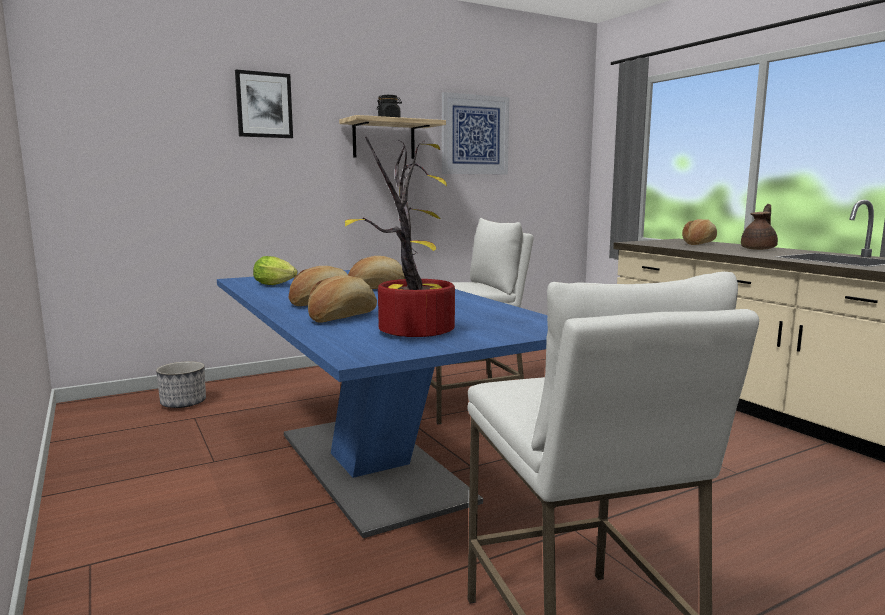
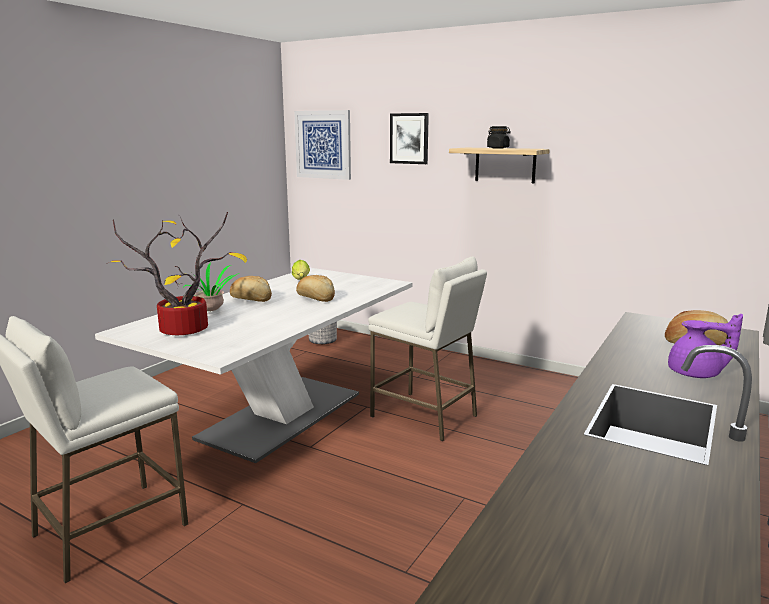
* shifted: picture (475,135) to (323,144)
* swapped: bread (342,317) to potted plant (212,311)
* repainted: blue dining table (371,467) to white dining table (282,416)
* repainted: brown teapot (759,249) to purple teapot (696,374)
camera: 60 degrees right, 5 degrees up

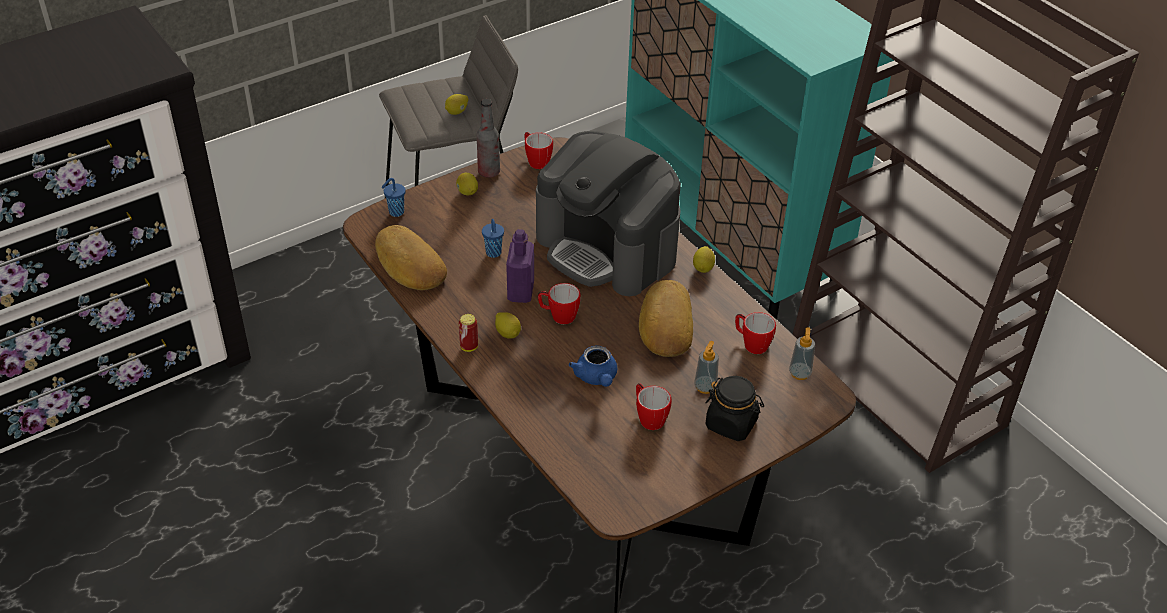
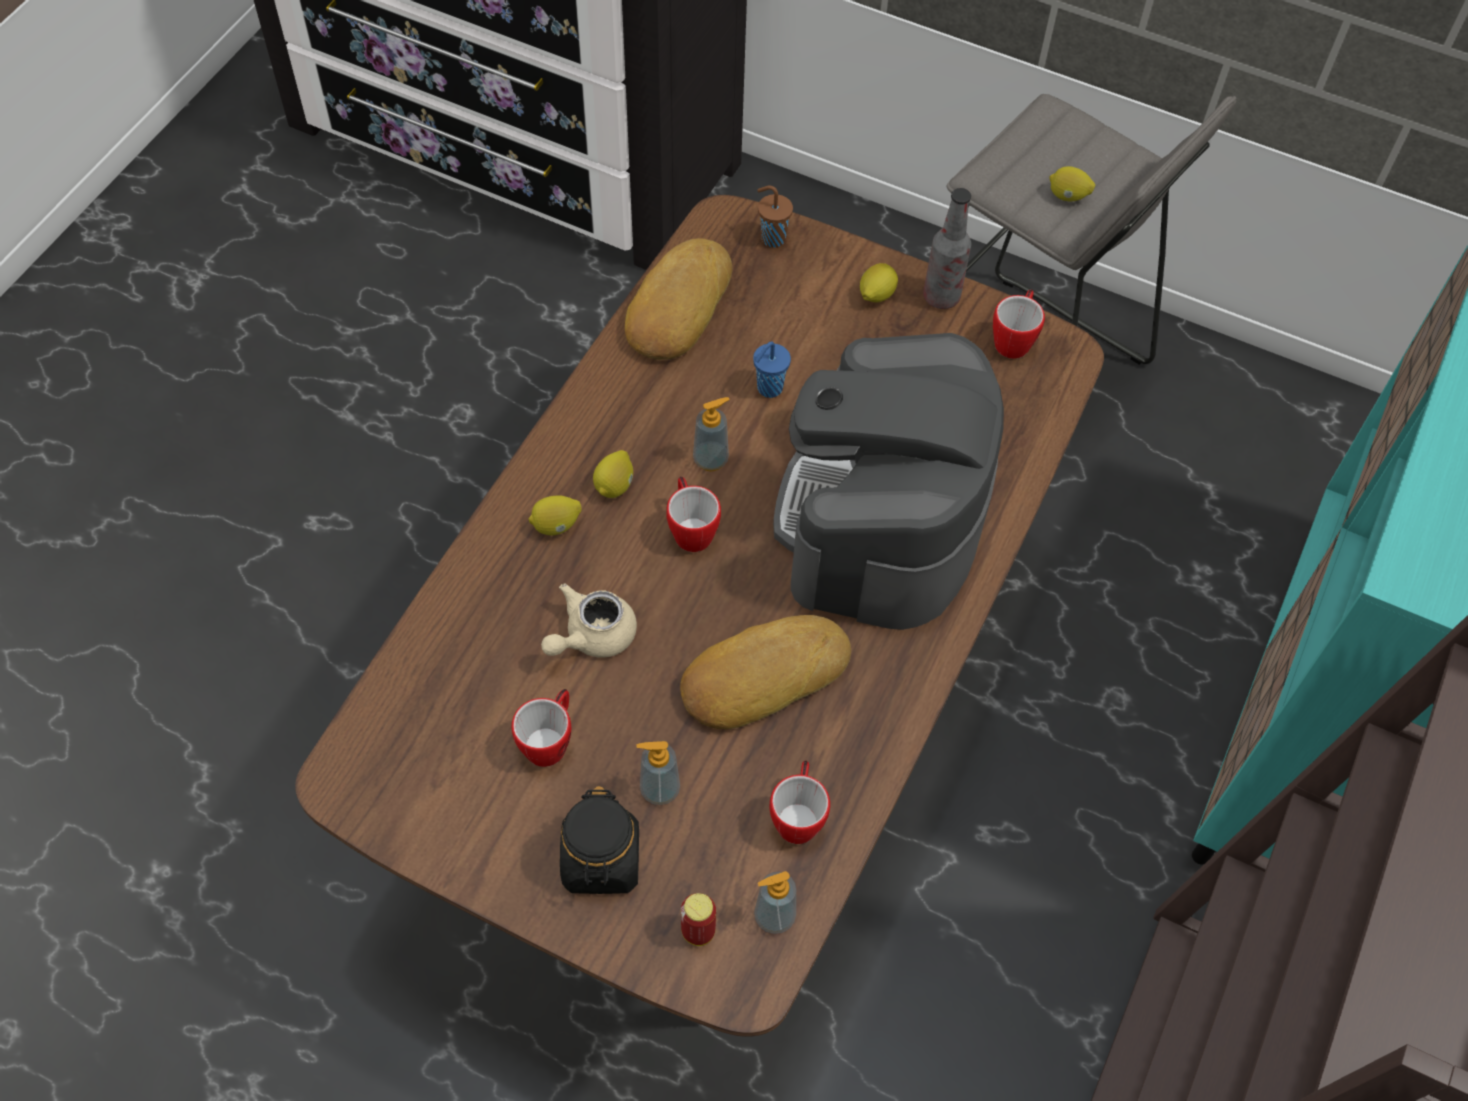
* shifted: can (469,347) to (698,931)
* shifted: lemon (703,268) to (556,525)
* swapped: purple bottle (520,291) to soap dispenser (711,459)
* repainted: blue cup (395,212) to brown cup (771,238)
* repainted: blue teapot (596,378) to beige teapot (591,636)
camera: 60 degrees right, 15 degrees up

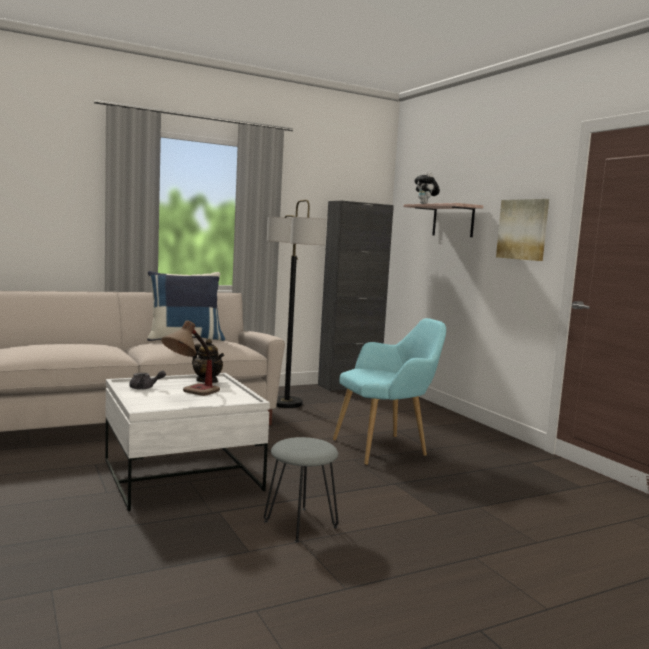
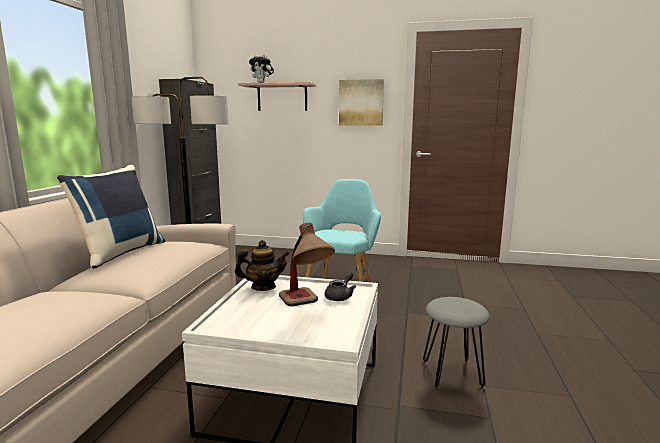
* shifted: grey teapot (145,388) to (340,296)
camera: 50 degrees left, 5 degrees up

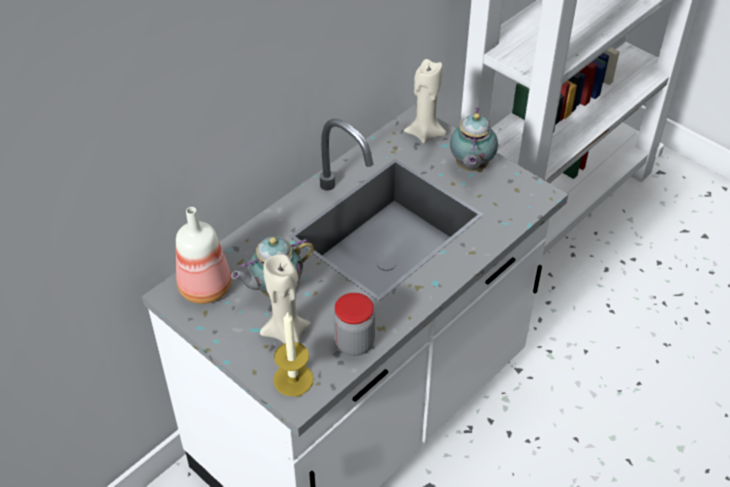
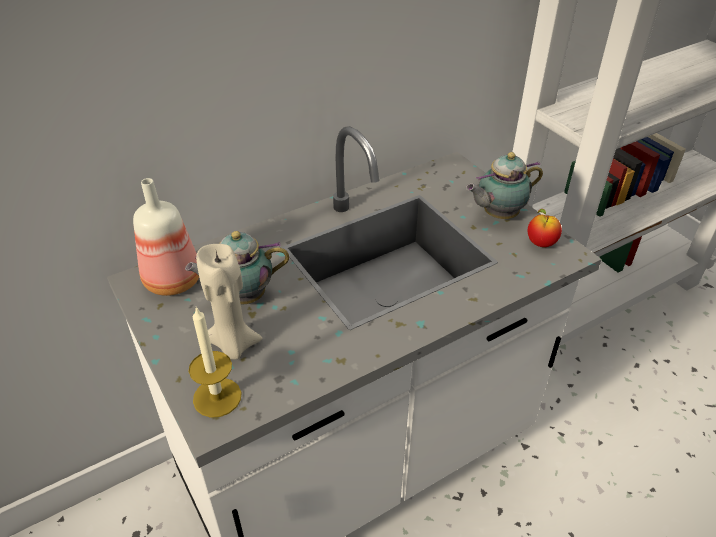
* gone: jar (354,343)
* gone: beige candle (425,133)
* new: apple (541,243)
* rotated: teapot (470,167) = (497,215) 45 degrees clockwise
camera: 15 degrees right, 5 degrees down

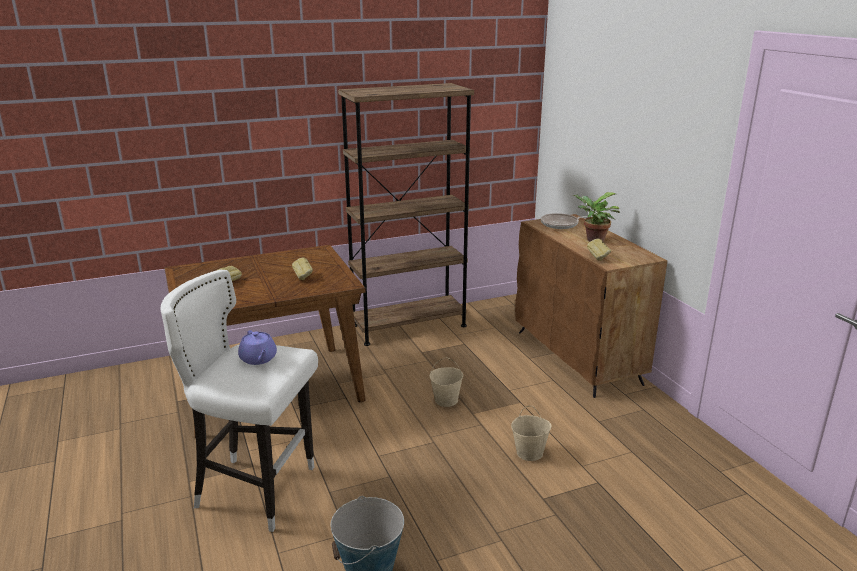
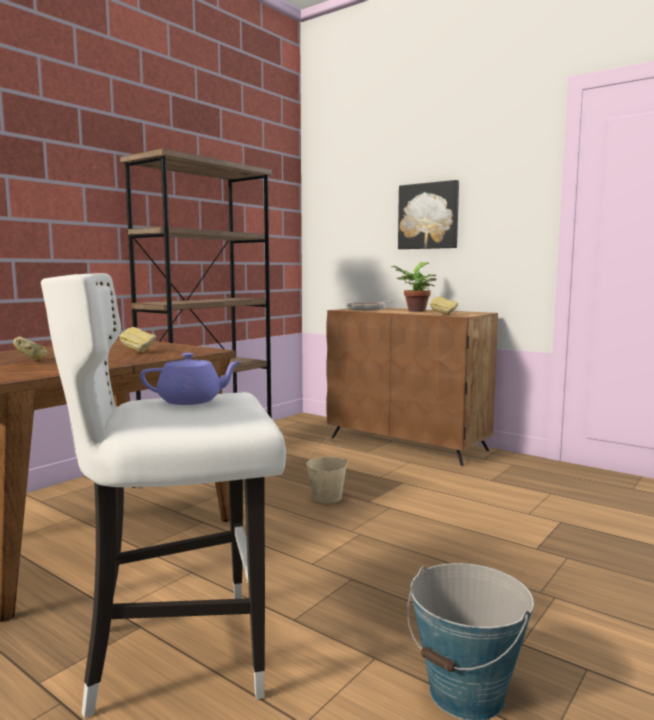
* gone: beige bucket (529,453)
* new: picture (429,216)
* rotated: purple teapot (258,359) = (191,401) 45 degrees counterclockwise
camera: 30 degrees left, 15 degrees down

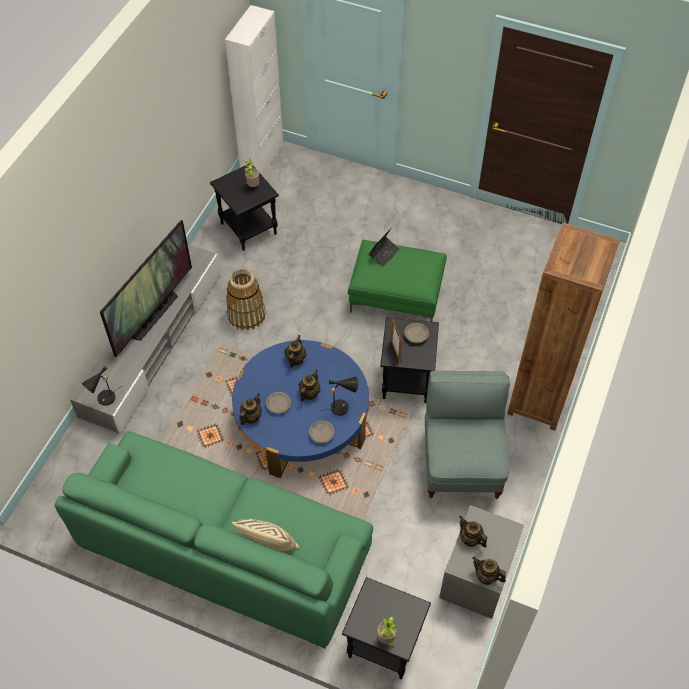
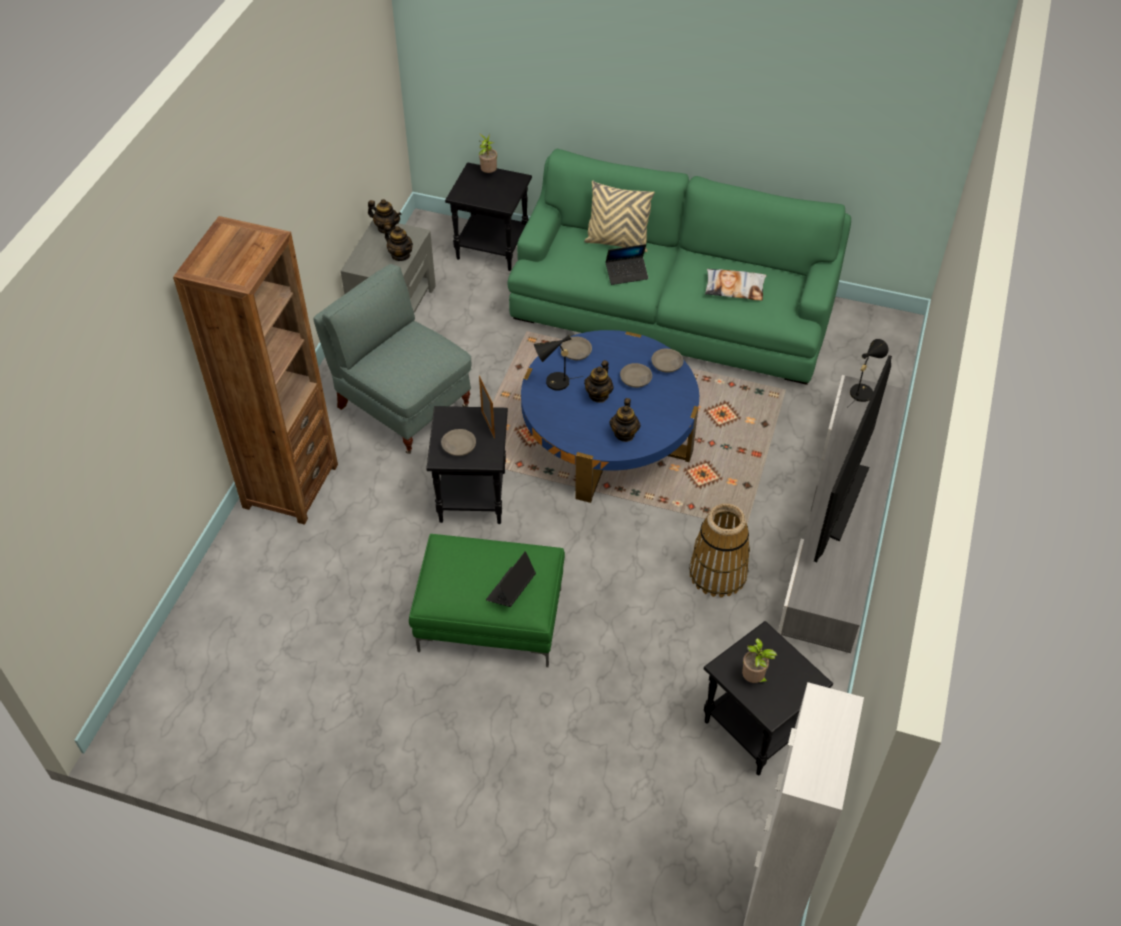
* new: laptop (626,274)
* new: pillow (734,288)
* swapped: teapot (251,417) to grey bowl (667,365)
* rotated: grey armchair (461,462) = (403,406) 135 degrees clockwise
camera: 175 degrees right, 5 degrees down

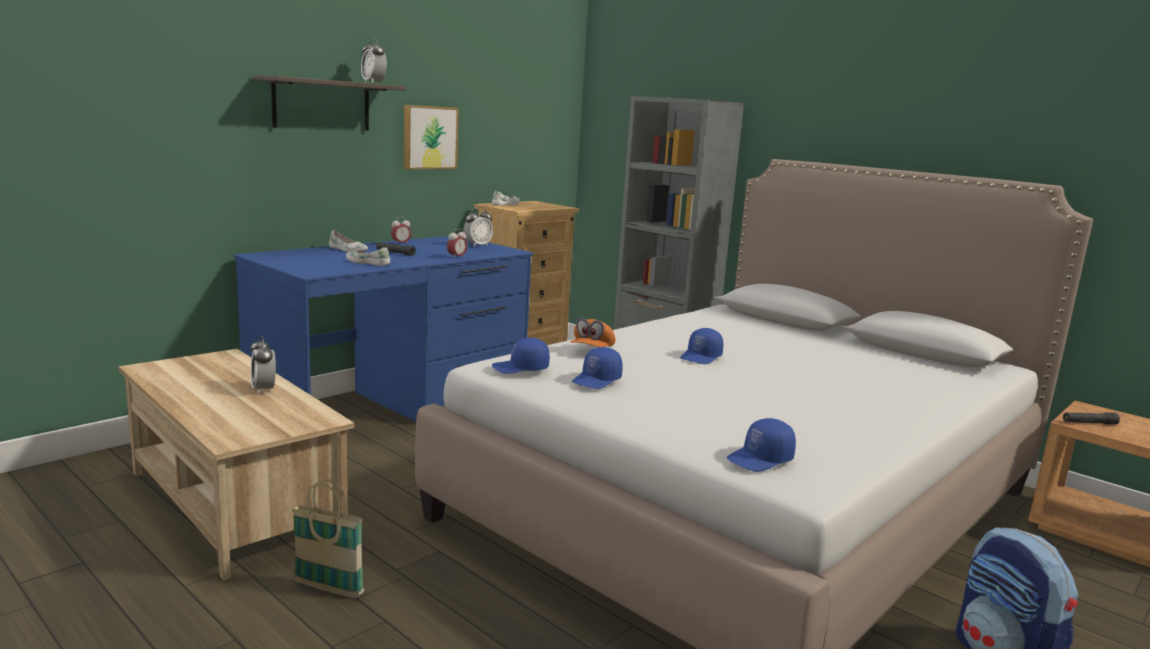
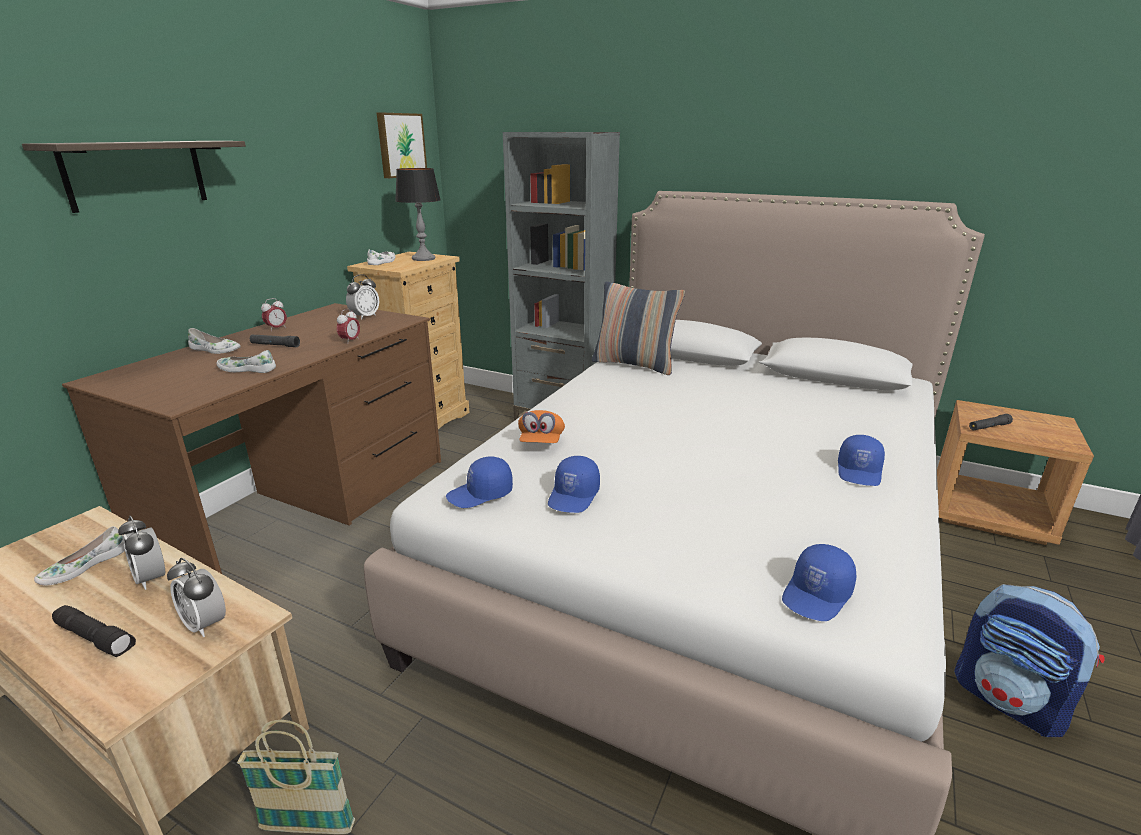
* new: white shoe (84,566)
* new: black flashlight (97,638)
* new: table lamp (423,258)
* new: pillow (634,364)
* shifted: alarm clock (373,83) to (205,624)
* shifted: picture (429,137) to (400,145)
* shifted: blue cap (701,357) to (860,472)
* repainted: blue desk (394,407) to brown desk (307,506)
camera: 15 degrees left, 10 degrees up

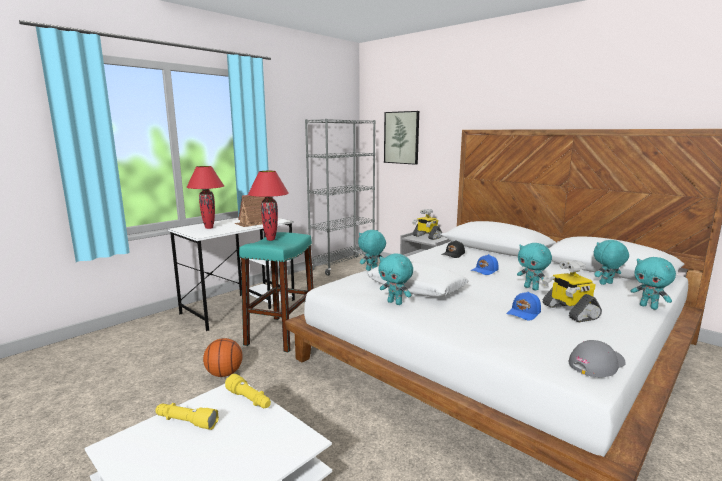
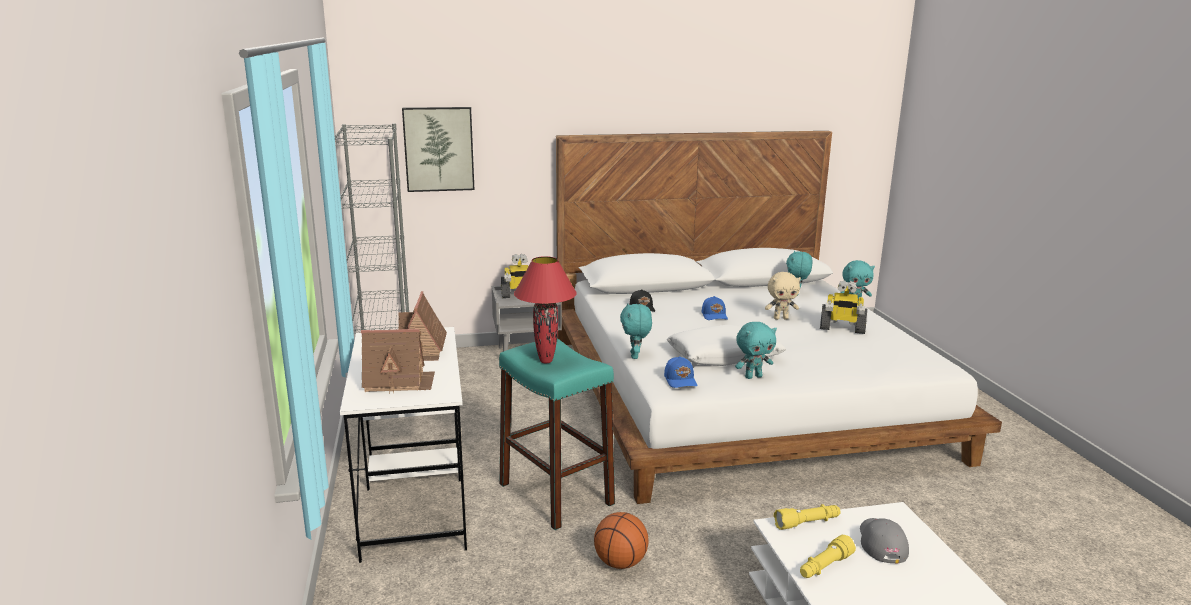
* shifted: blue cap (524,313) to (681,380)
* shifted: grey cap (596,364) to (881,543)
* swapped: red table lamp (209,228) to toy house (398,382)
* repainted: turquoise plush toy (531,288) to beige plush toy (781,318)
camera: 55 degrees left, 5 degrees up

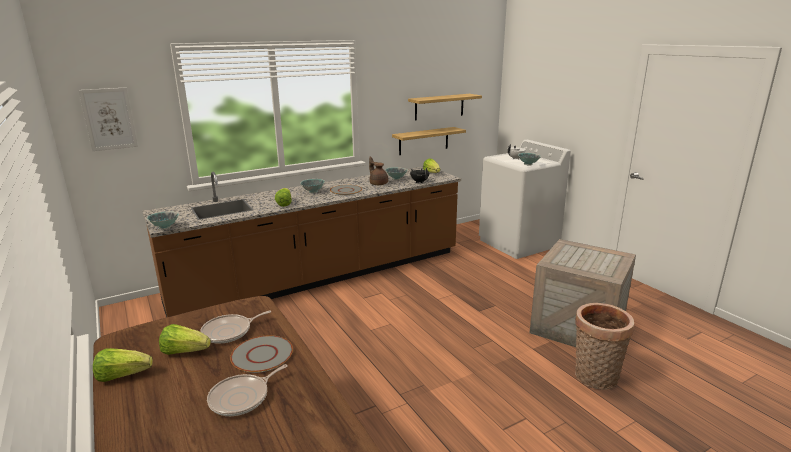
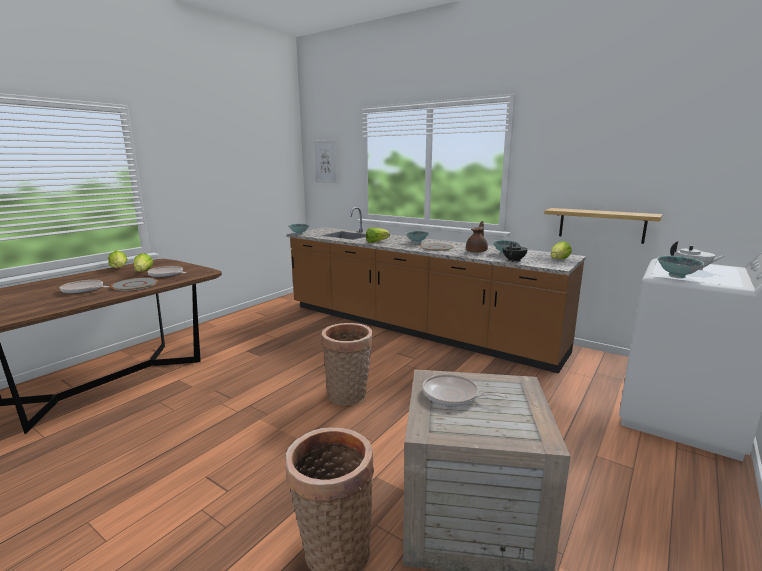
* gone: shelf (439,107)
* new: basket (349,396)
* new: frying pan (453,395)
camera: 65 degrees right, 5 degrees down

